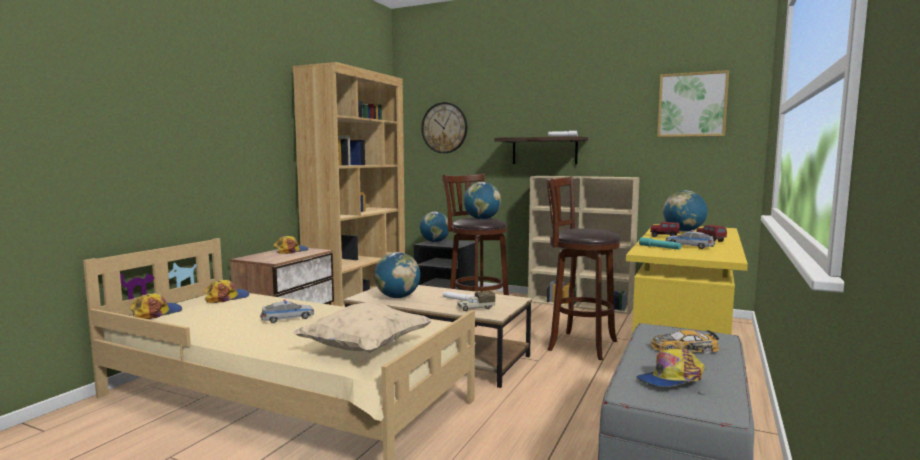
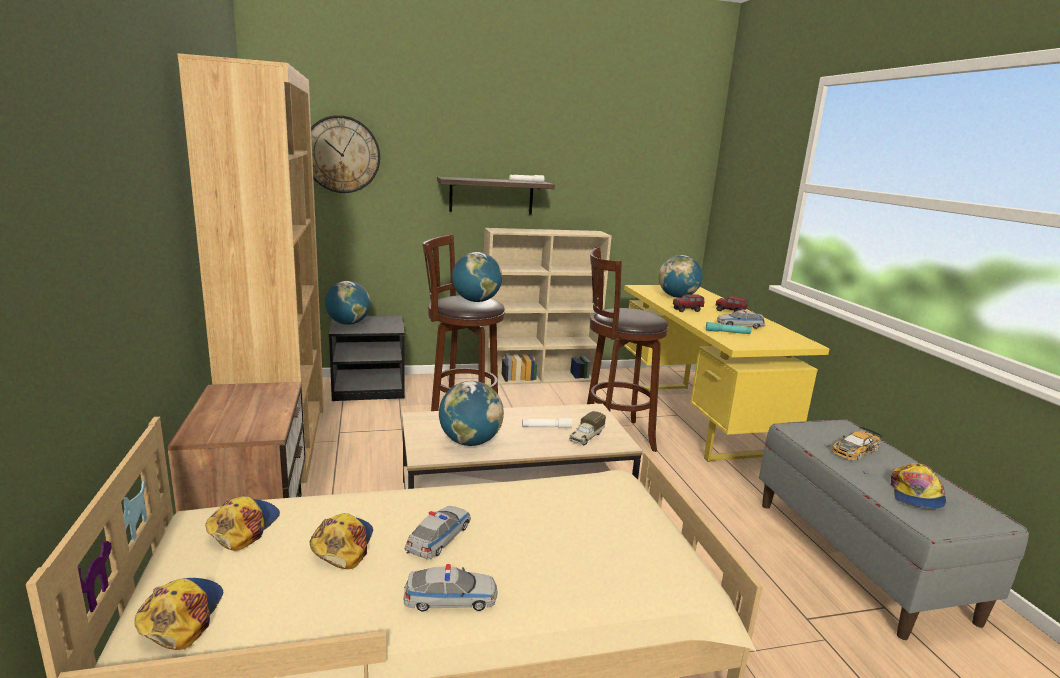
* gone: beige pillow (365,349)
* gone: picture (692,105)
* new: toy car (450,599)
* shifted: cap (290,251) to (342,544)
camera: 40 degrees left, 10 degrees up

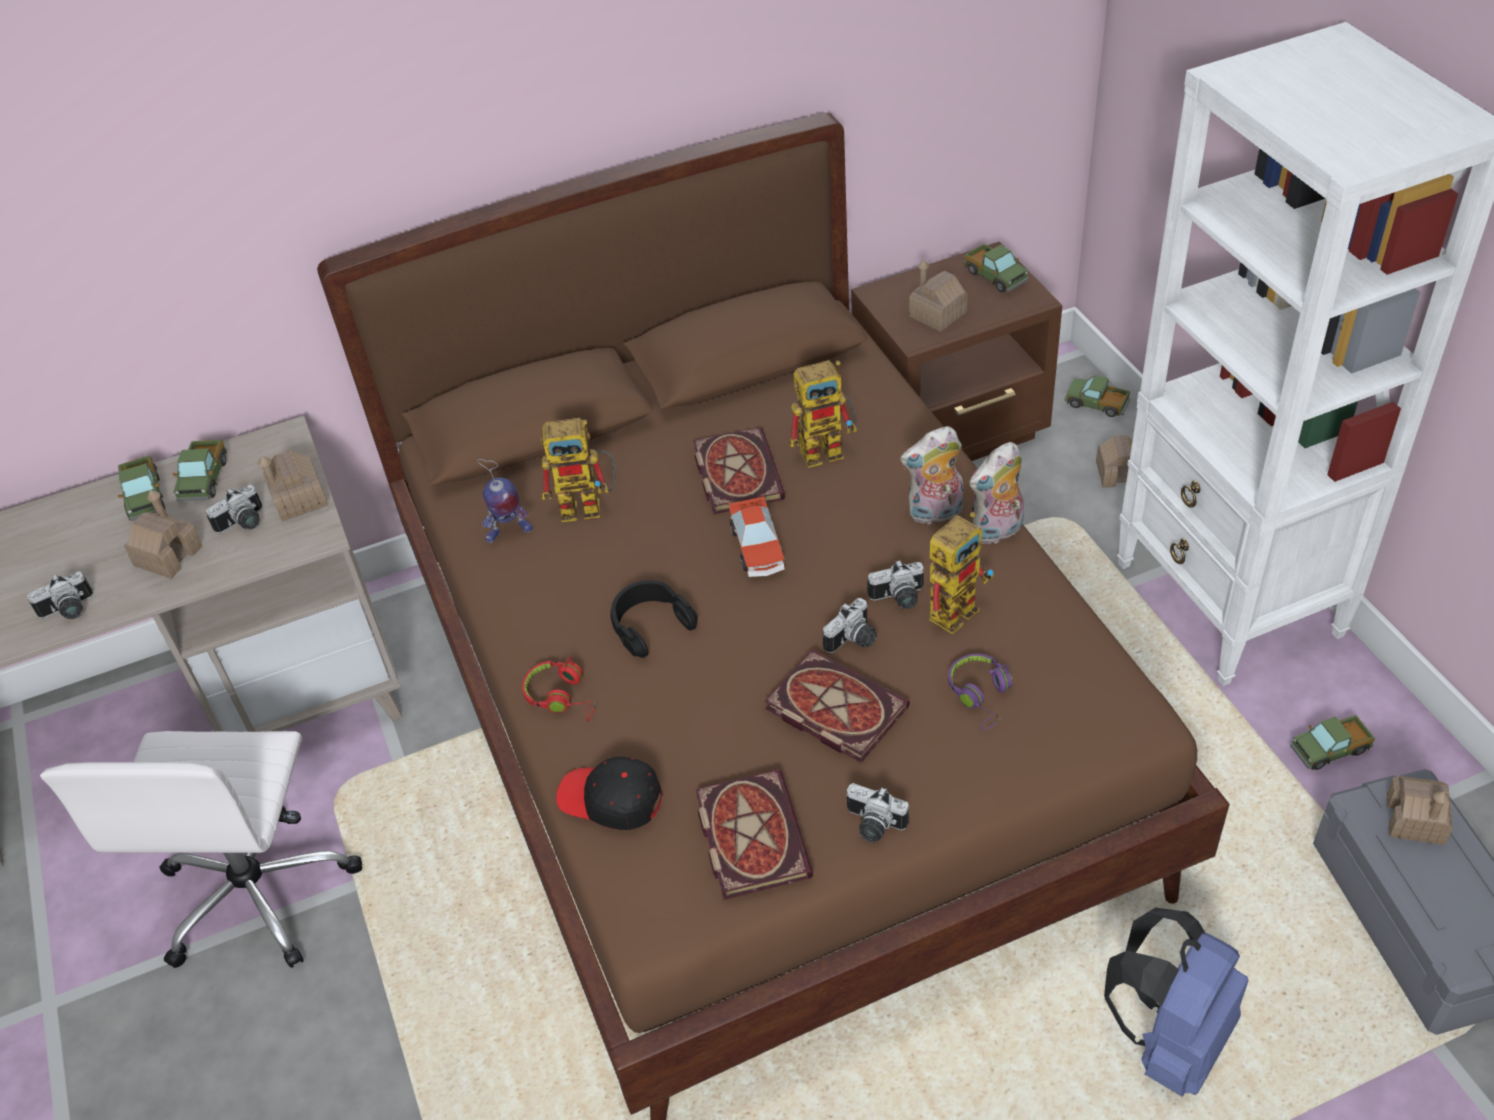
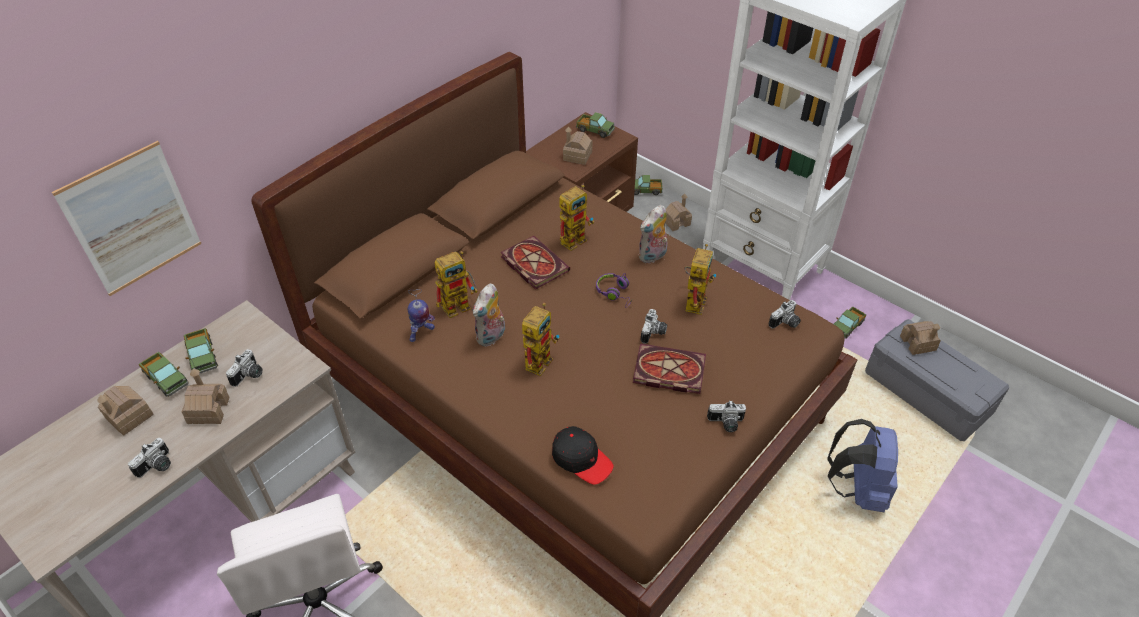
* gone: red headphones (562,697)
* gone: book (749,834)
* gone: toy car (757,548)
* new: picture (132,219)
* shifted: toy house (299,499) to (129,416)
* shifted: photo camera (899,599) to (785,323)
* shifted: purple headphones (981,696) to (615,293)
* shifted: plush toy (997,532) to (491,337)
* swapped: black headphones (650,624) to toy robot (539,358)
* rotated: black cap (611,799) = (581,459) 135 degrees counterclockwise
camera: 30 degrees left, 0 degrees up

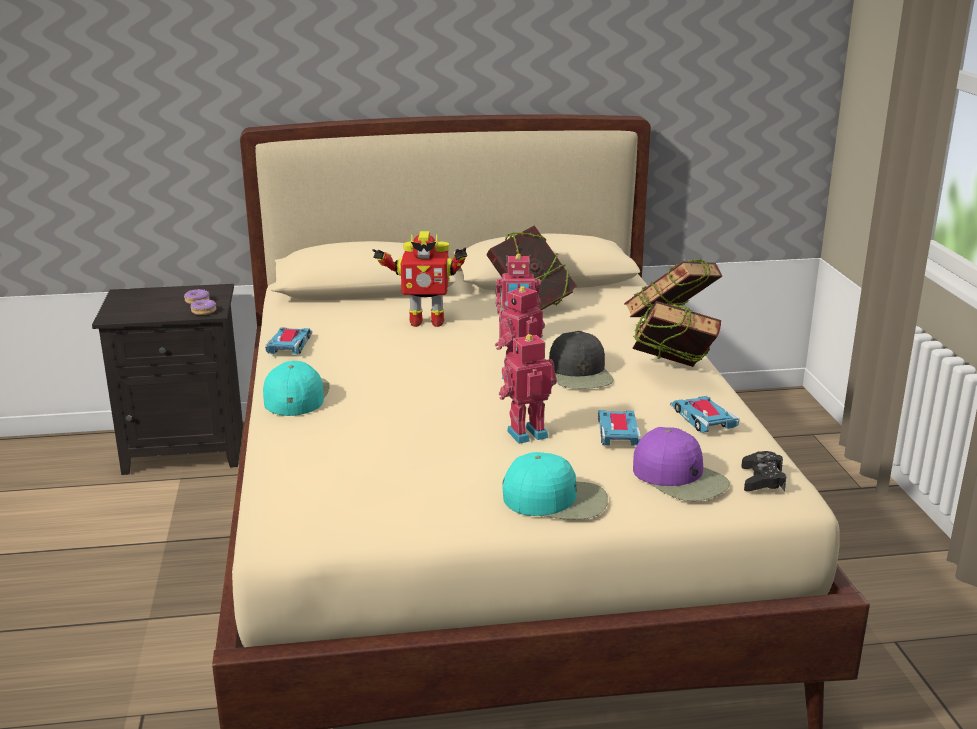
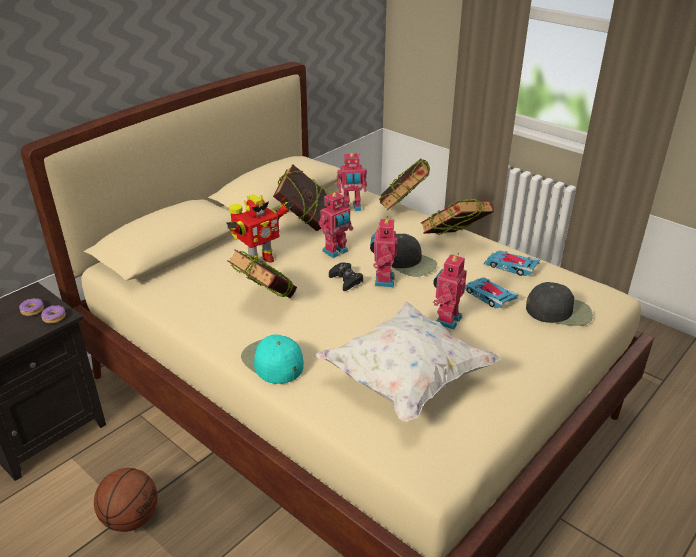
* gone: toy car (290,345)
* gone: turquoise cap (556,499)
* new: basketball (131,518)
* new: book (265,302)
* new: white pillow (406,380)
* new: toy robot (351,208)
* shifted: black game controller (762,480) to (346,280)
* repainted: purple cap (680,478) to black cap (559,311)
camera: 40 degrees left, 10 degrees up

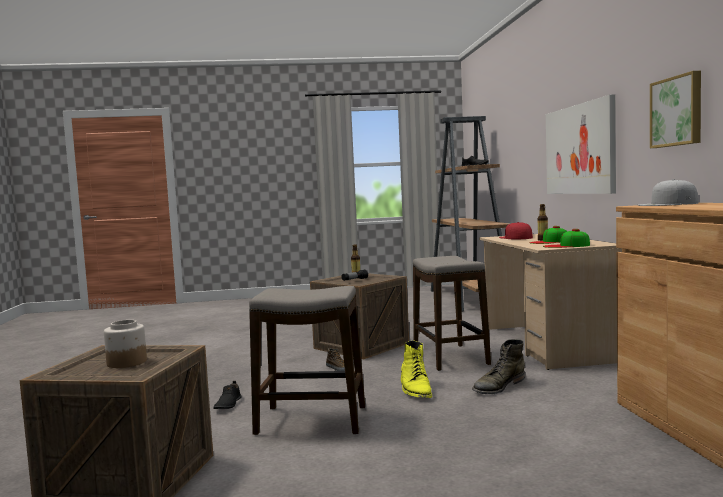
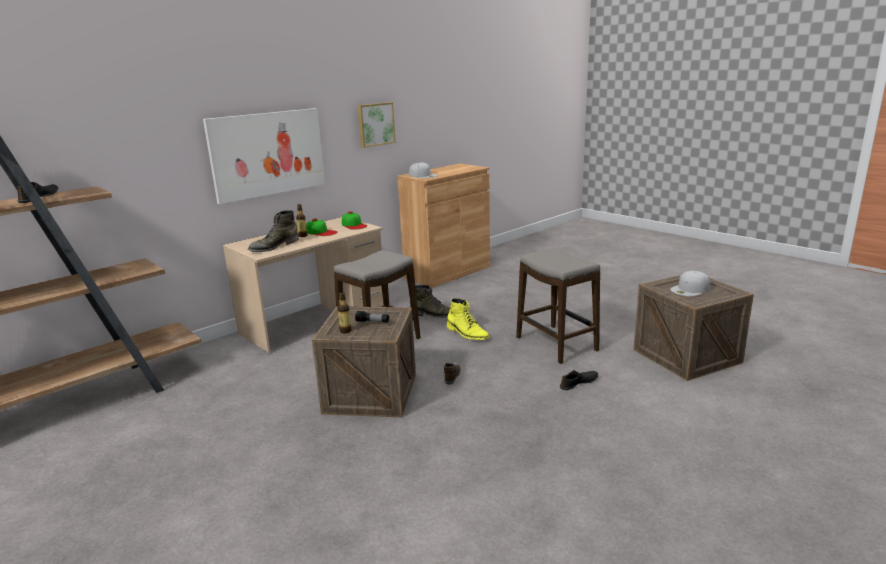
* swapped: jar (126,362) to white cap (690,289)
* swapped: red cap (515,237) to green boot (274,246)
* rotated: yellow boot (415,389) = (467,334) 90 degrees clockwise
camera: 125 degrees left, 15 degrees up

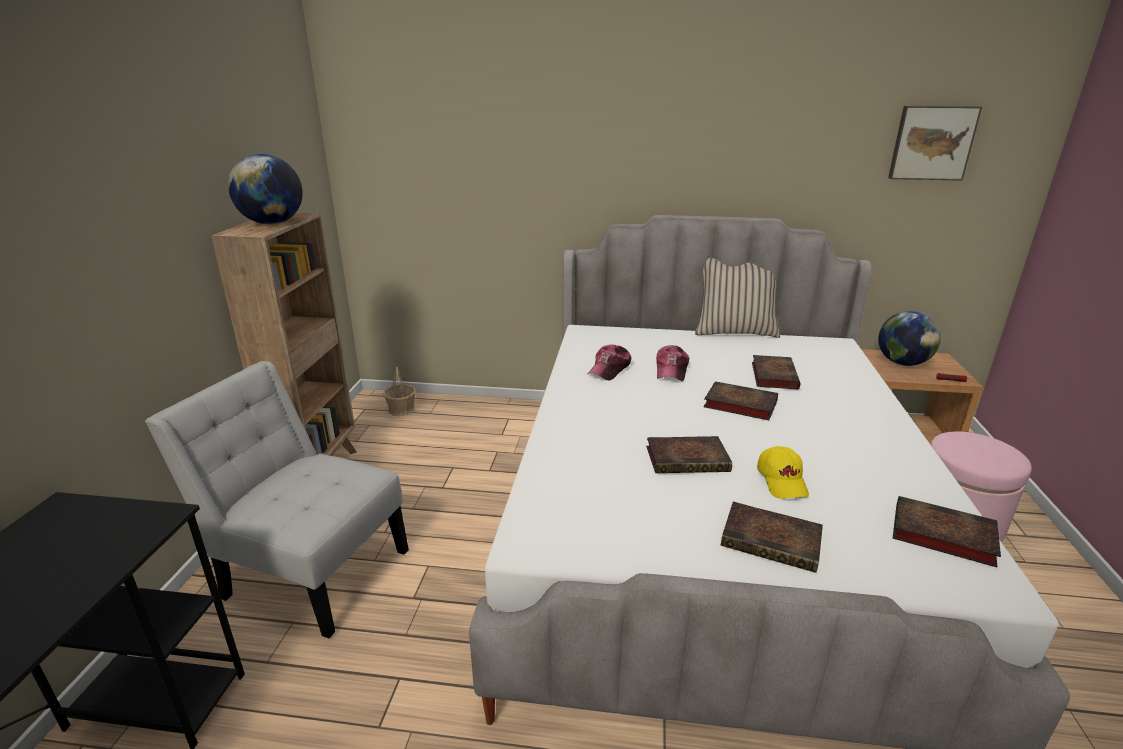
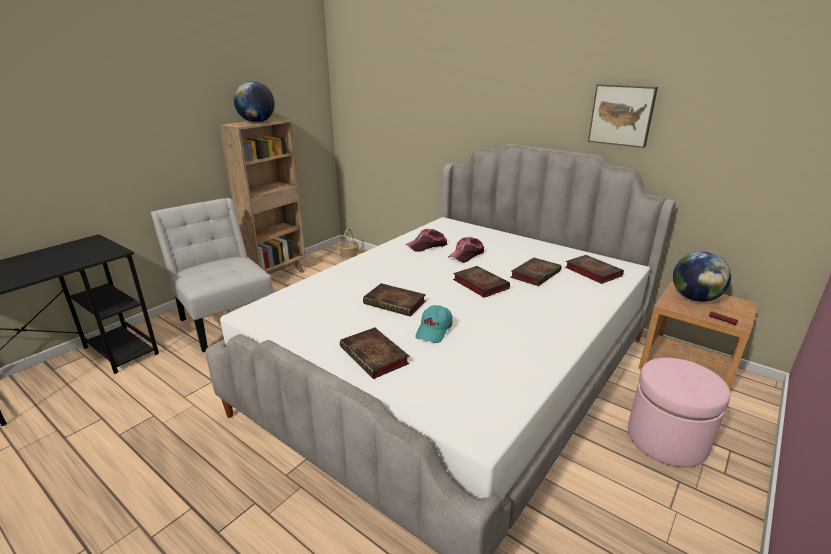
* gone: beige pillow (734,331)
* shifted: picture (931,143) to (622,115)
* shifted: book (939,535) to (591,271)
* repainted: yellow cap (782,481) to turquoise cap (434,331)
camera: 30 degrees right, 0 degrees up

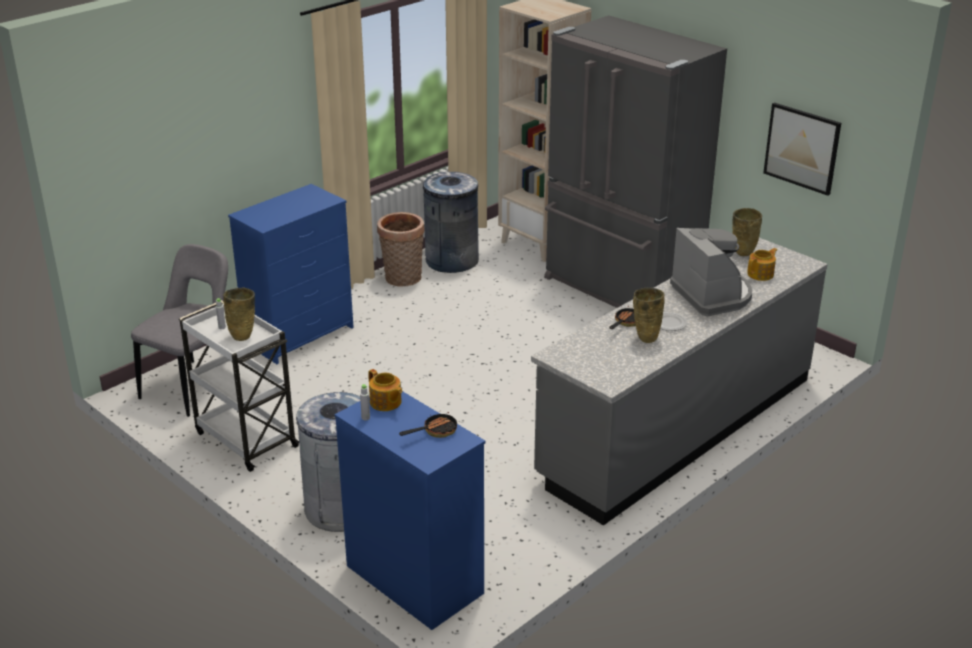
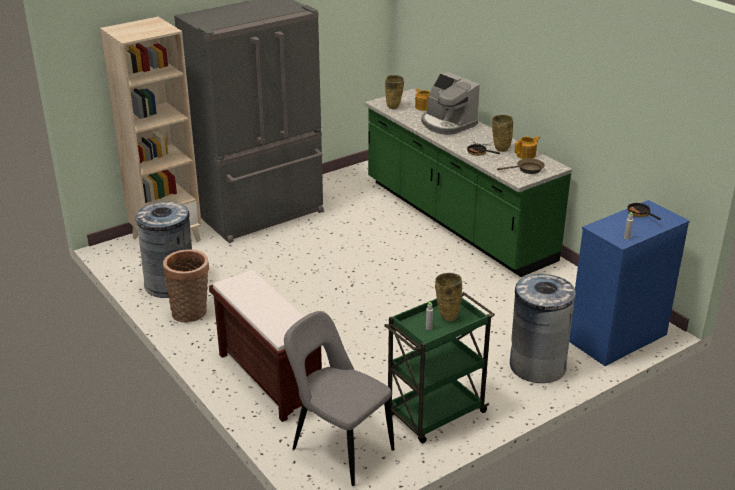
* gone: picture (802,148)
* new: brown frying pan (527,169)
* shifted: teapot (385,402) to (526,155)
* swapped: blue dresser (300,335) to brown bench (268,378)
* repainted: white cart (245,438) to green cart (435,414)
* repainted: grey counter (676,427) to green counter (456,220)
* rotated: coffee machine (712,295) = (447,124) 120 degrees counterclockwise
camera: 80 degrees left, 0 degrees up

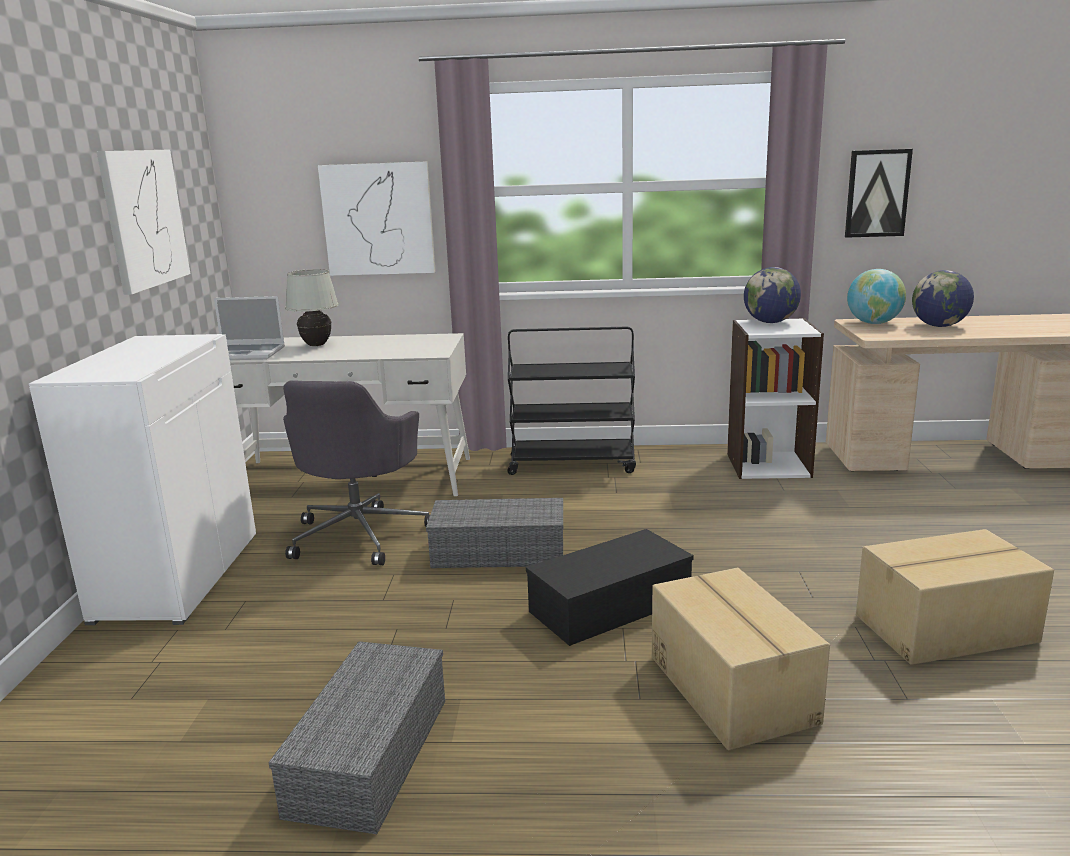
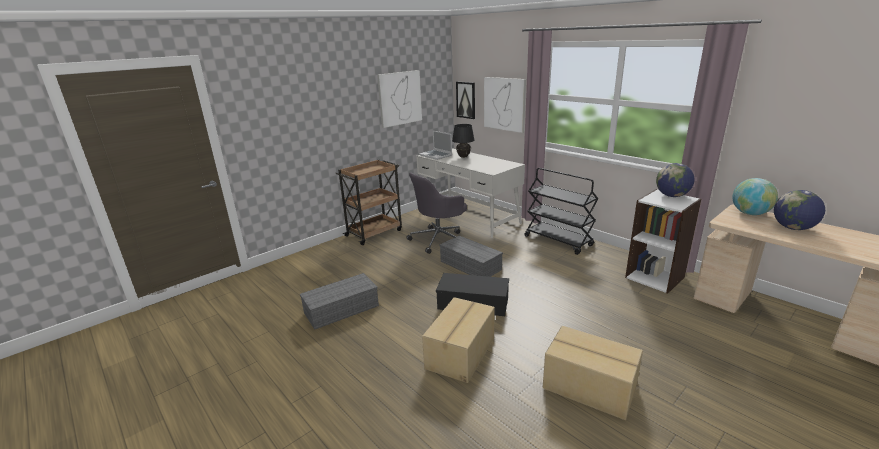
* shifted: picture (877,193) to (466,100)
* swapped: white cabinet (177,576) to brown cart (374,232)
* repainted: white table lamp (316,345) to black table lamp (463,157)
camera: 45 degrees right, 5 degrees up

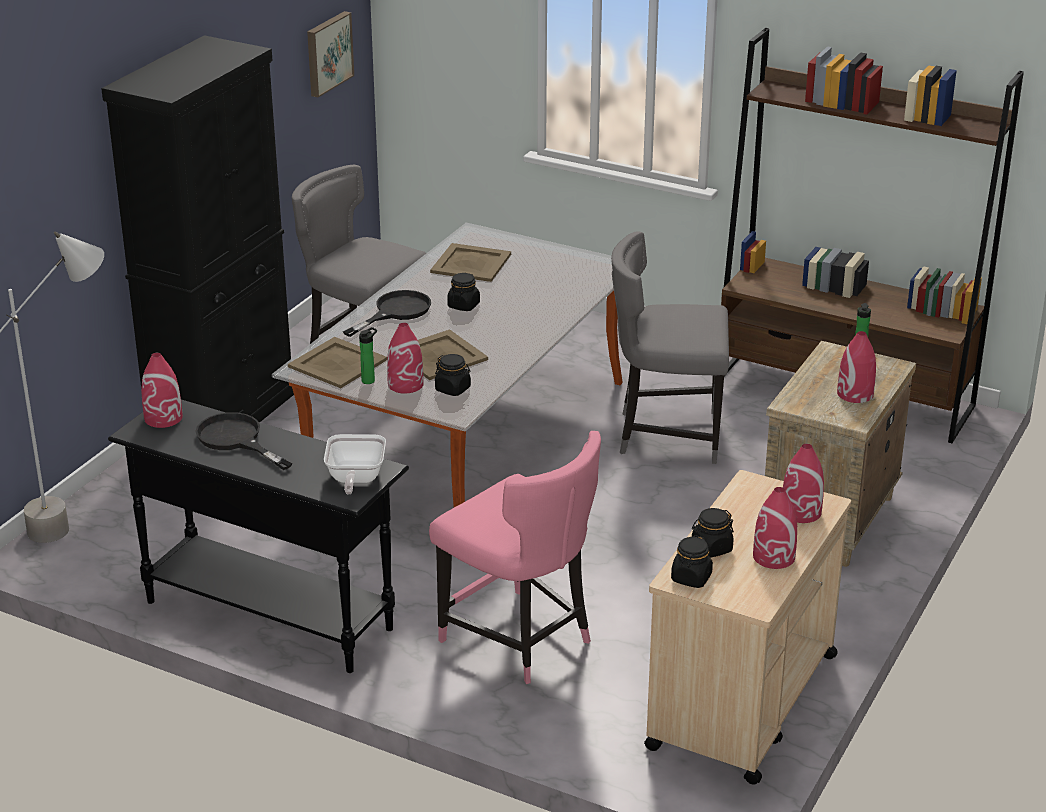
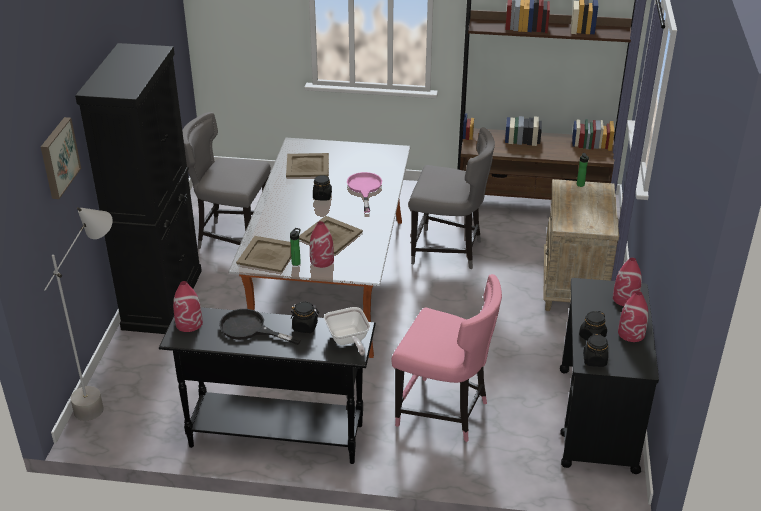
* gone: black frying pan (395,312)
* gone: red vase (855,394)
* new: pink frying pan (364,188)
* shifted: picture (327,53) to (58,157)
* shifted: black jar (453,389) to (305,327)
* repainted: beige cart (741,702) to black cart (597,420)
* rotated: grey chair (666,435) = (448,251) 150 degrees counterclockwise
camera: 20 degrees left, 5 degrees up

